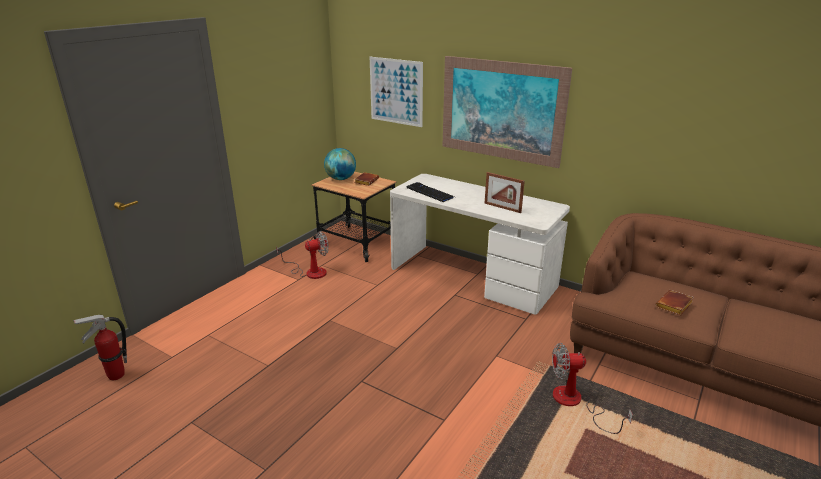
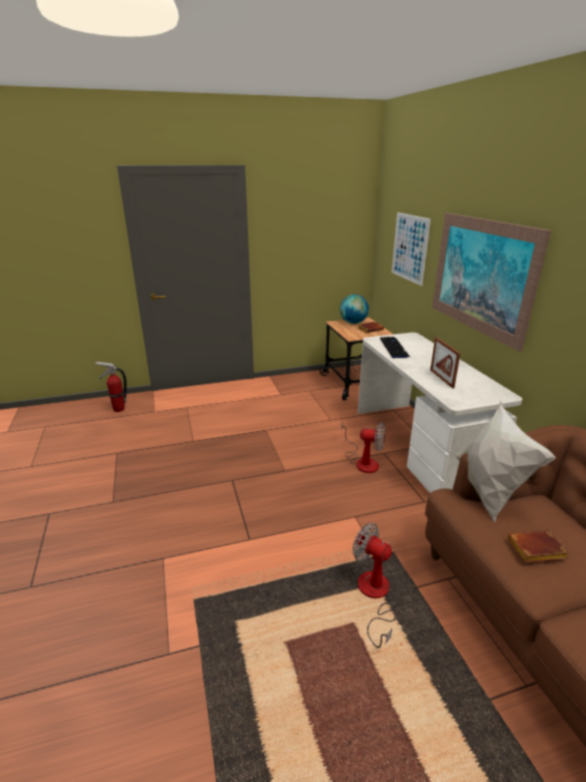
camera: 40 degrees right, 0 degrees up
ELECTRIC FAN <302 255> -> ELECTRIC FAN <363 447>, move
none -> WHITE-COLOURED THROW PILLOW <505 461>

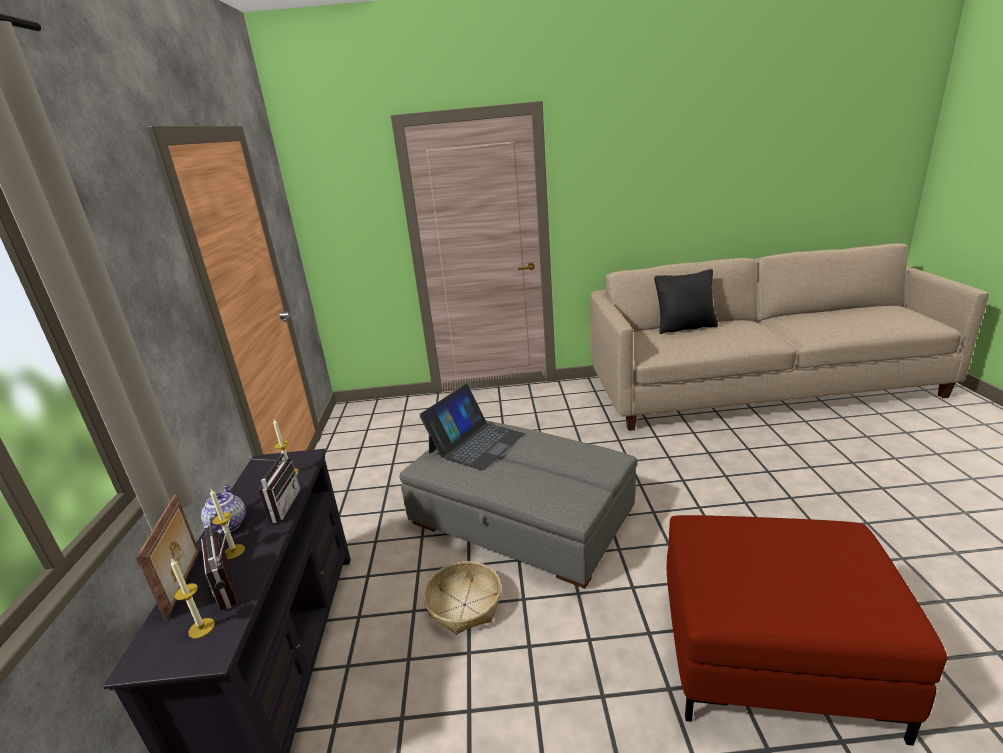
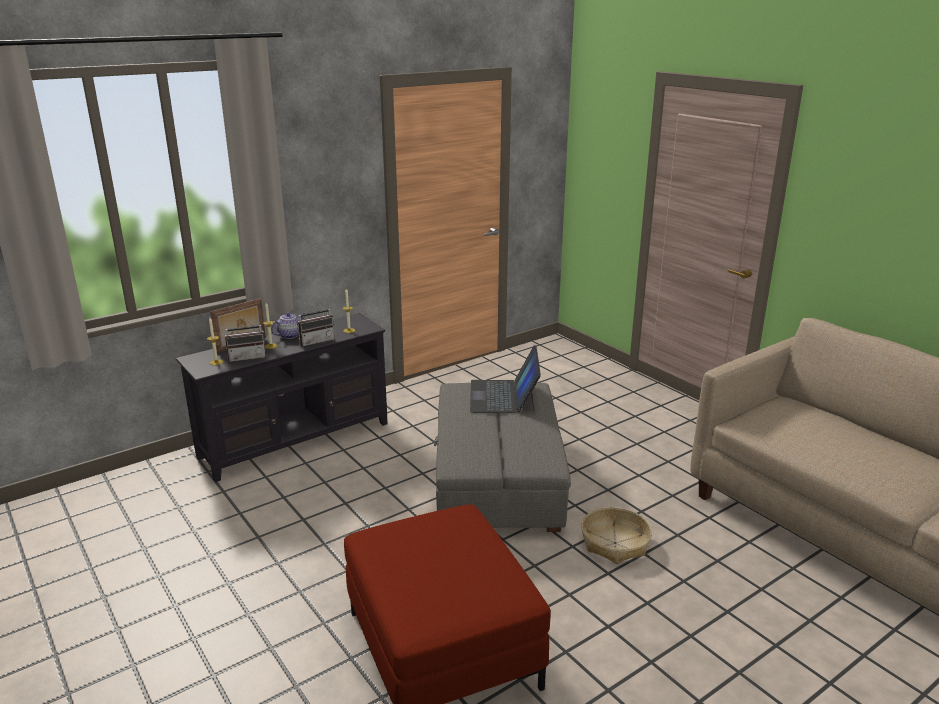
camera: 55 degrees right, 0 degrees up
RADIO SET <219 562> -> RADIO SET <245 338>, 135 degrees counterclockwise
PORTABLE COMPUTER <472 427> -> PORTABLE COMPUTER <505 379>, 90 degrees clockwise
HOUSEHOLD BASKET <462 598> -> HOUSEHOLD BASKET <616 535>, move
BLACK THROW PILLOW <686 301> -> none

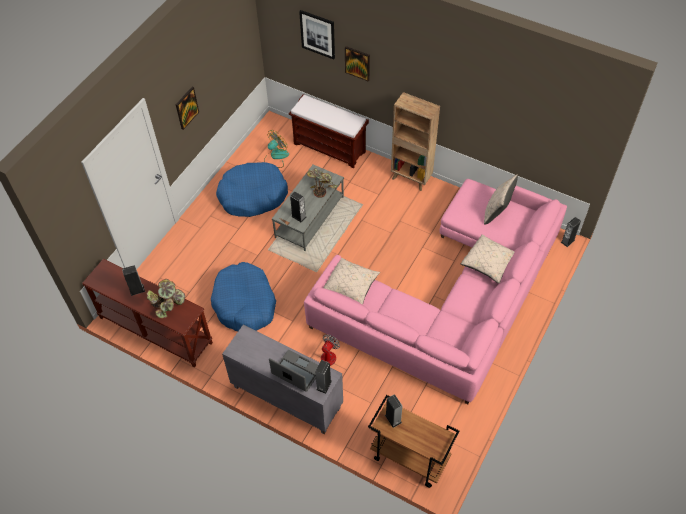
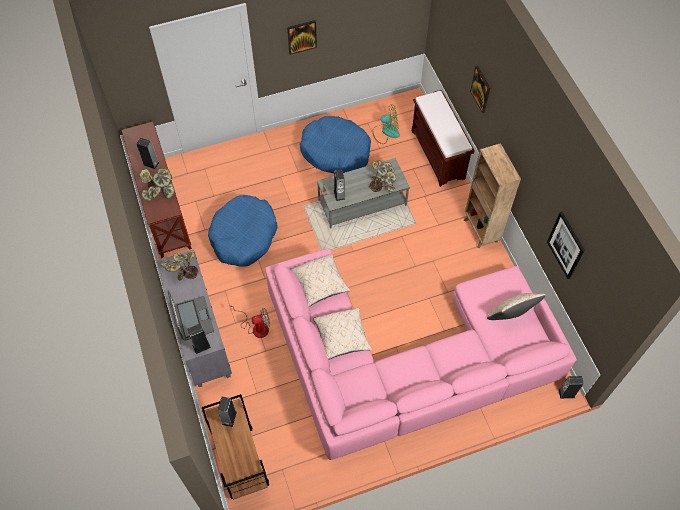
camera: 40 degrees right, 5 degrees up
WALL PICTURE <317 34> -> WALL PICTURE <566 245>, move
BEIGE THROW PILLOW <487 259> -> BEIGE THROW PILLOW <342 334>, move
none -> POTTED PLANT <179 265>

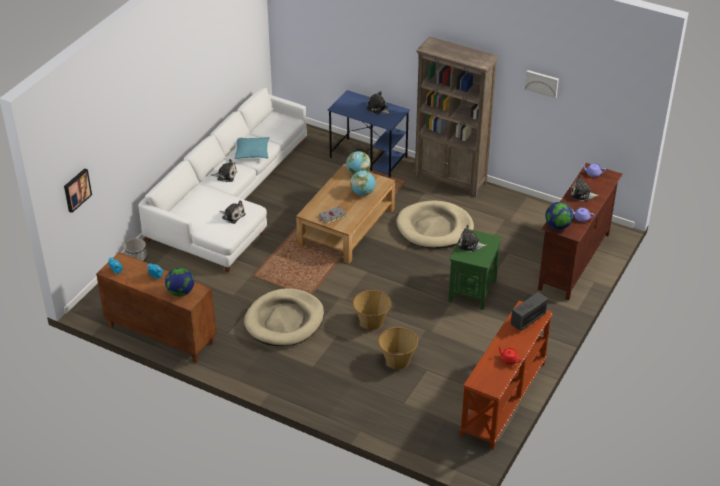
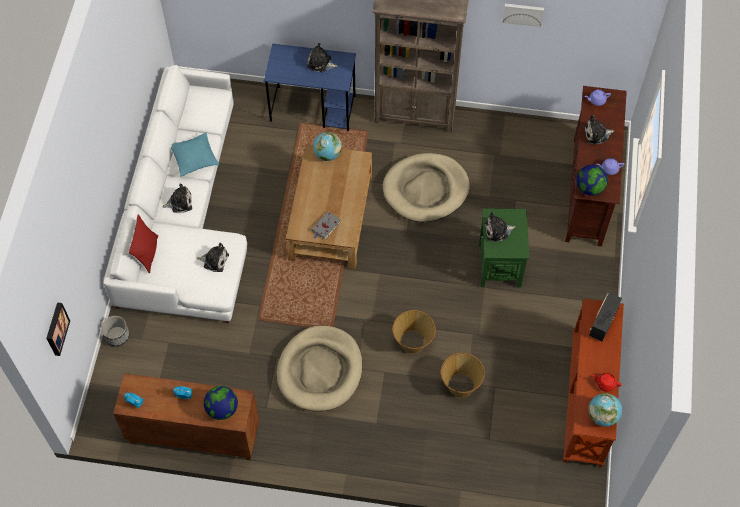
camera: 20 degrees left, 20 degrees up
WORLD GLOBE <362 183> -> WORLD GLOBE <605 410>, move
none -> RED THROW PILLOW <143 243>

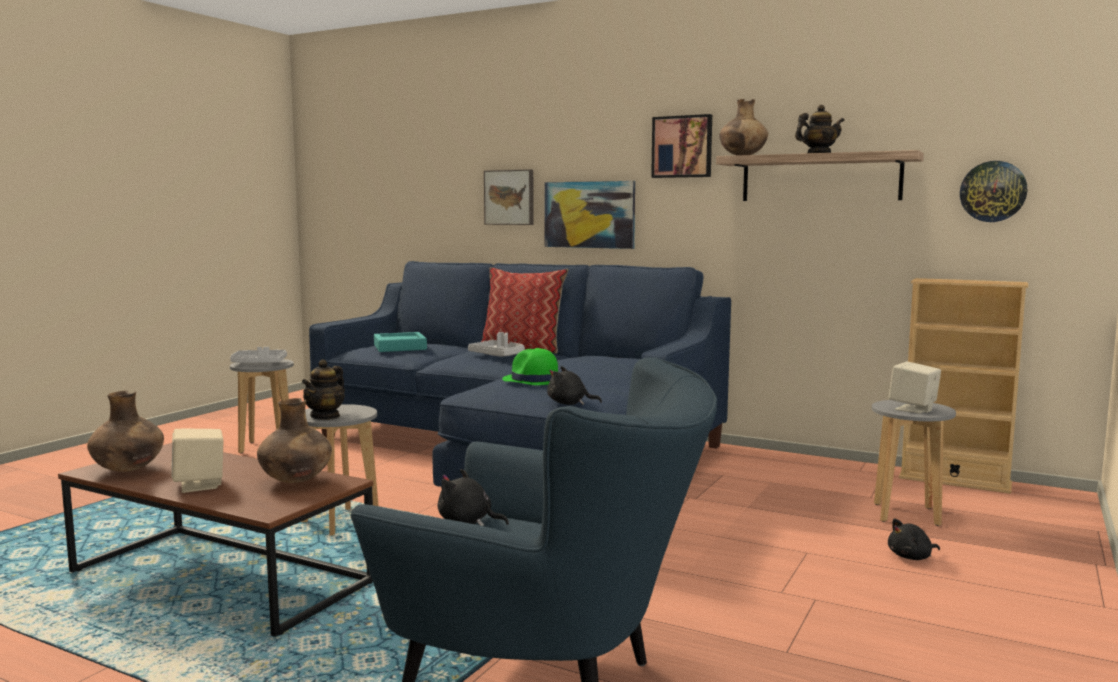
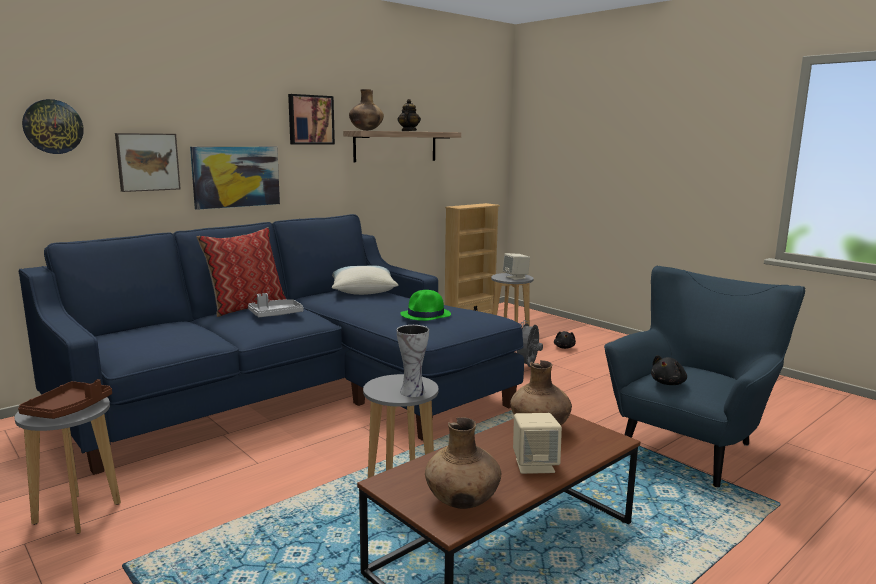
camera: 70 degrees left, 5 degrees up
GREY TRAY <258 356> -> BROWN-COLOURED TRAY <65 399>
POT FOR TEA <323 389> -> VASE <412 361>
TURQUOISE TRAY <400 342> -> none
BLACK SOFT TOY <574 385> -> none
WALL CLOCK <993 191> -> WALL CLOCK <53 126>, move
none -> THROW PILLOW <365 280>
none -> GREY ELECTRIC FAN <529 343>

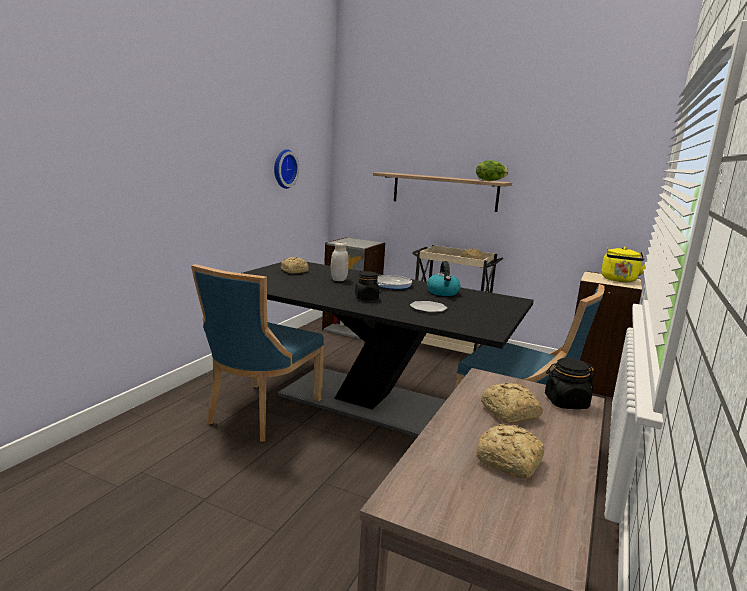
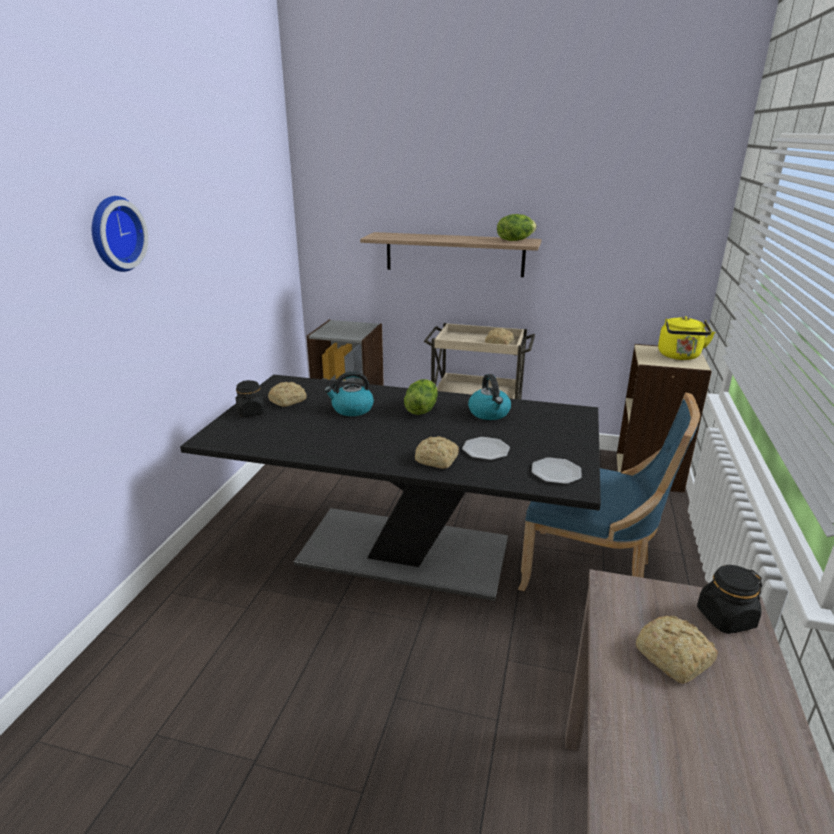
camera: 10 degrees left, 10 degrees up
BLUISH PLAIN CHAIR <257 353> -> none
WALL CLOCK <286 169> -> WALL CLOCK <120 234>, move
WHITE-COLOURED JAR <339 261> -> KETTLE <349 393>
BLACK JAR <367 285> -> BLACK JAR <250 398>, move
FRYING PAN <394 282> -> LETTUCE HEAD <421 397>
BREAD <510 451> -> BREAD <437 452>, move
none -> PLATE <557 470>

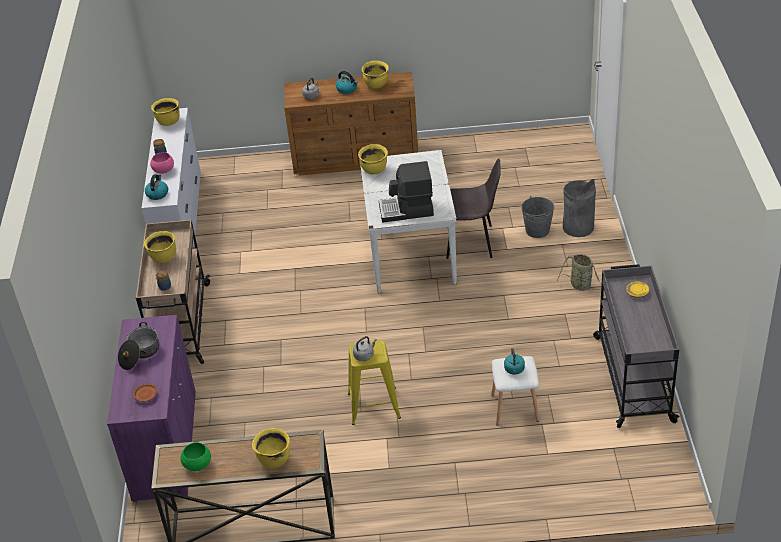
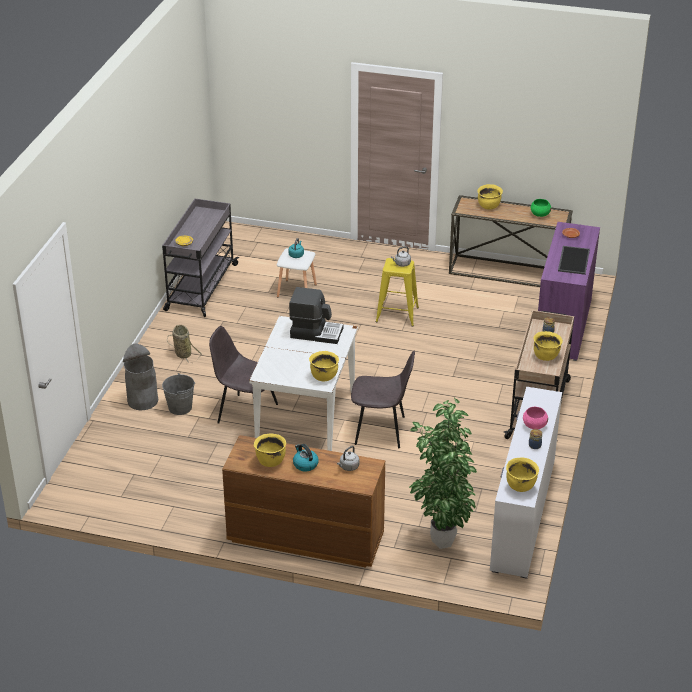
camera: 165 degrees left, 5 degrees down
COOKING POT <138 346> -> TRAY <574 260>
KETTLE <156 187> -> none
none -> GREY PLAIN CHAIR <383 399>
none -> POTTED PLANT <443 473>

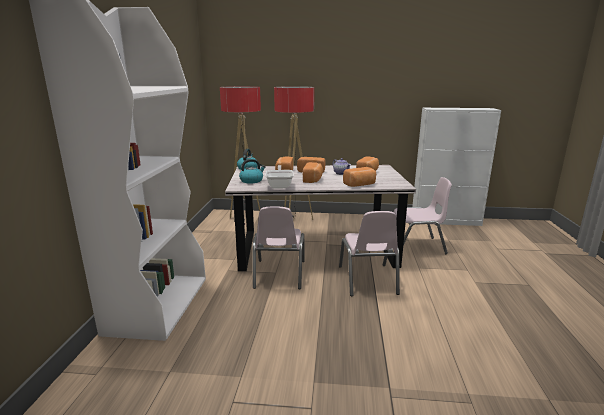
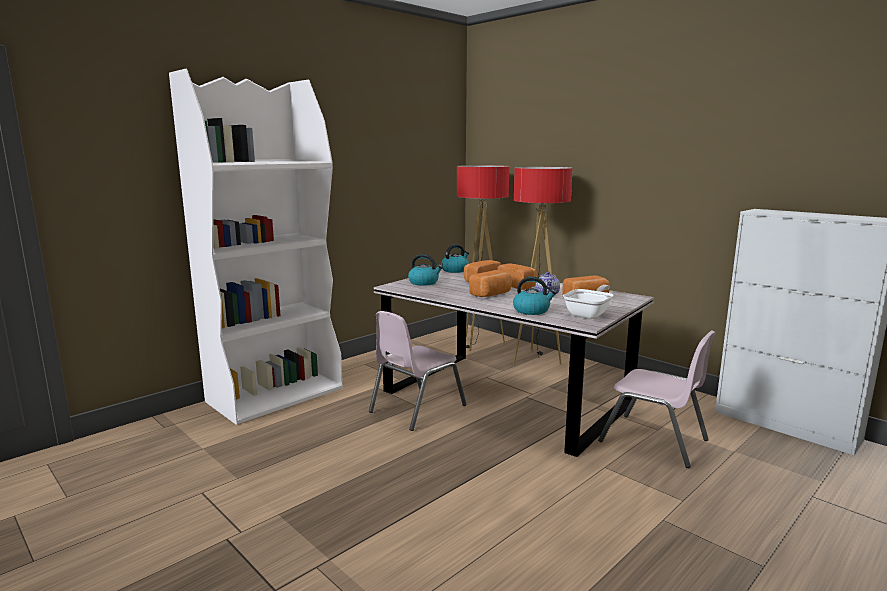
camera: 40 degrees right, 5 degrees down
FRYING PAN <280 177> -> FRYING PAN <588 302>, move
PINK-COLOURED PLAIN CHAIR <369 253> -> none
BREAD <359 177> -> KETTLE <534 296>

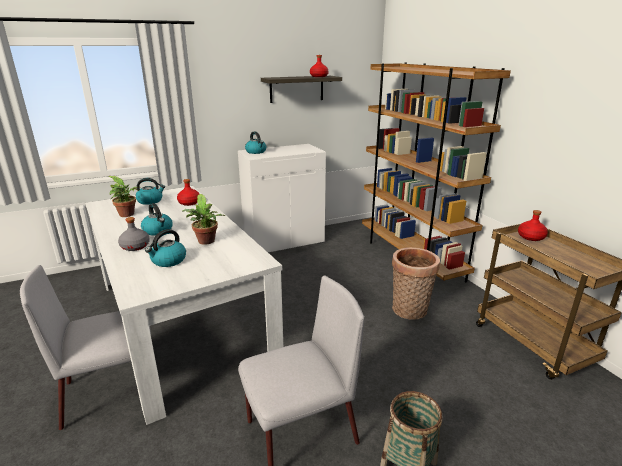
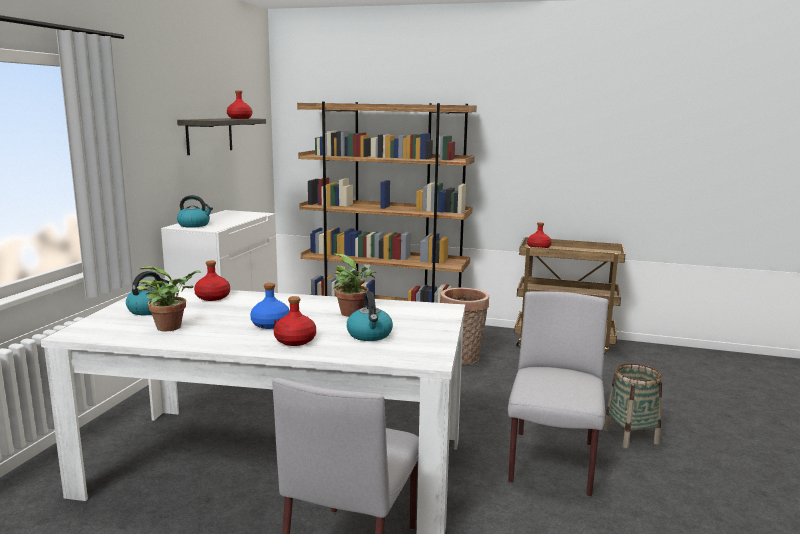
camera: 50 degrees left, 10 degrees down
GREY DRINK BOTTLE <134 234> -> RED DRINK BOTTLE <295 321>
KETTLE <157 219> -> BLUISH DRINK BOTTLE <270 306>

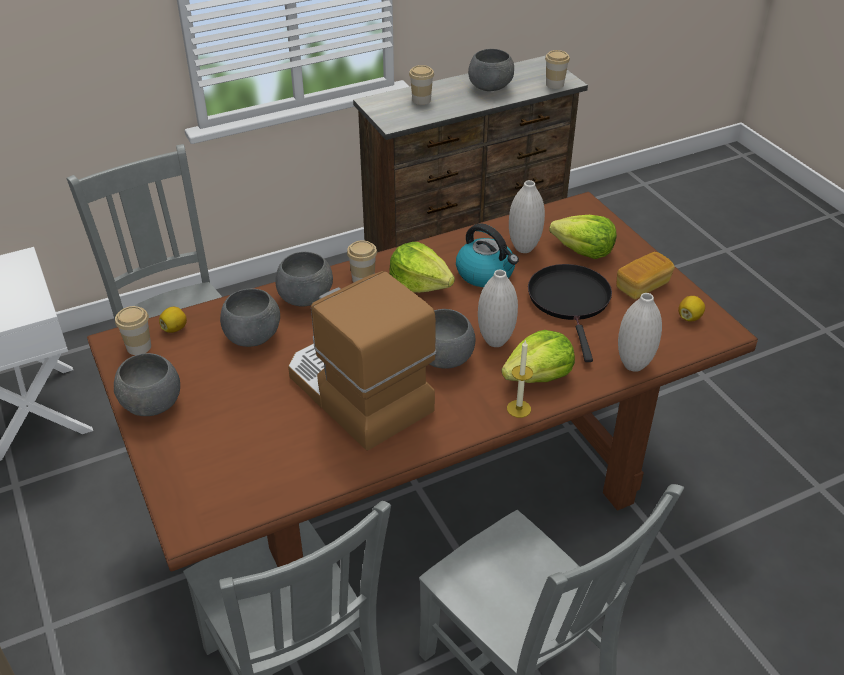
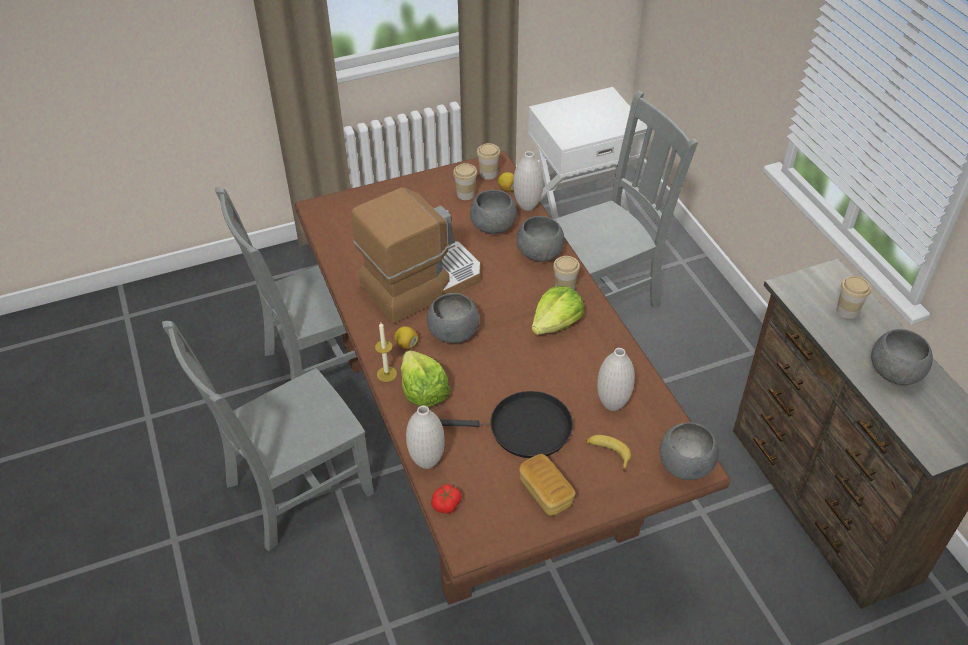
camera: 95 degrees right, 5 degrees up
GREY SERVING BOWL <147 384> -> GREY SERVING BOWL <689 451>, move
KETTLE <487 255> -> none
WHITE-COLOURED VASE <498 308> -> WHITE-COLOURED VASE <528 181>, move
CUP <557 69> -> CUP <465 181>, move
LETTUCE HEAD <583 237> -> WHOLE BANANA <609 453>
CITRUS FRUIT <691 309> -> CITRUS FRUIT <406 337>, move
none -> FRESH TOMATO <446 499>

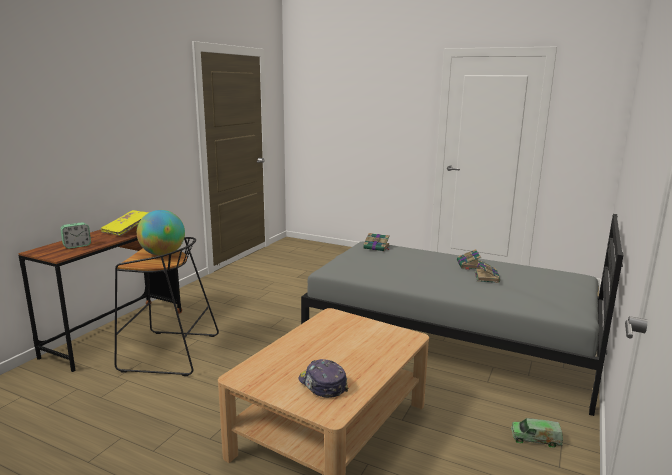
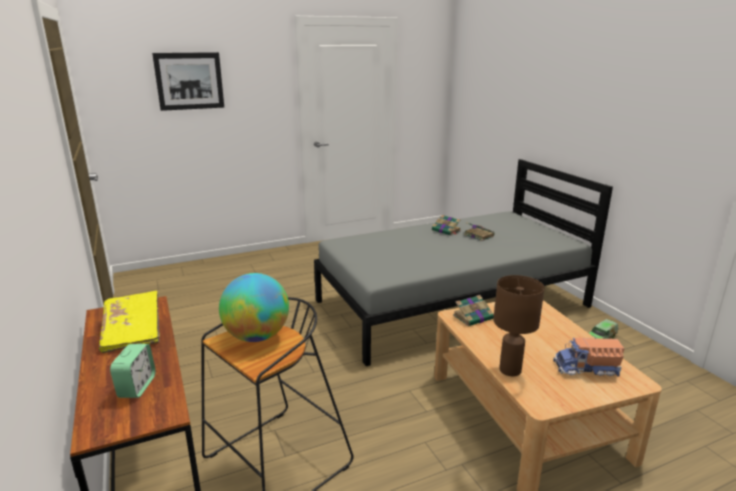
camera: 50 degrees left, 5 degrees up
CAP <323 378> -> TOY TRUCK <589 357>
BOOK <376 242> -> BOOK <473 310>, move
none -> WALL PICTURE <188 81>
none -> BROWN-COLOURED TABLE LAMP <519 325>

